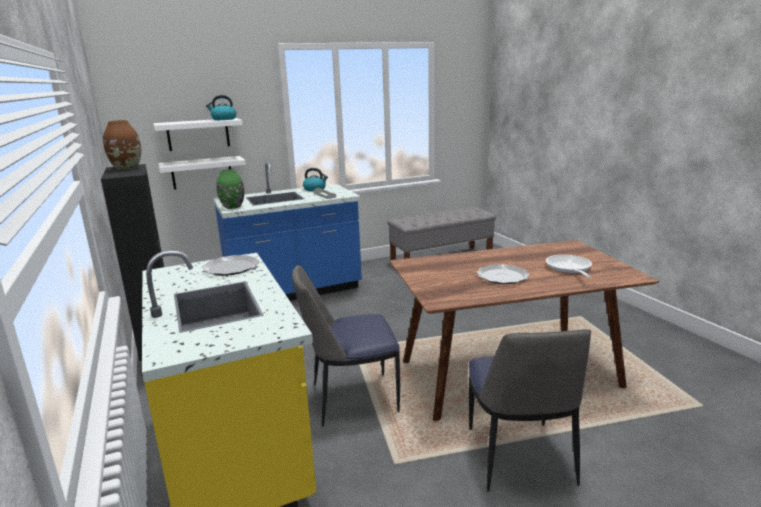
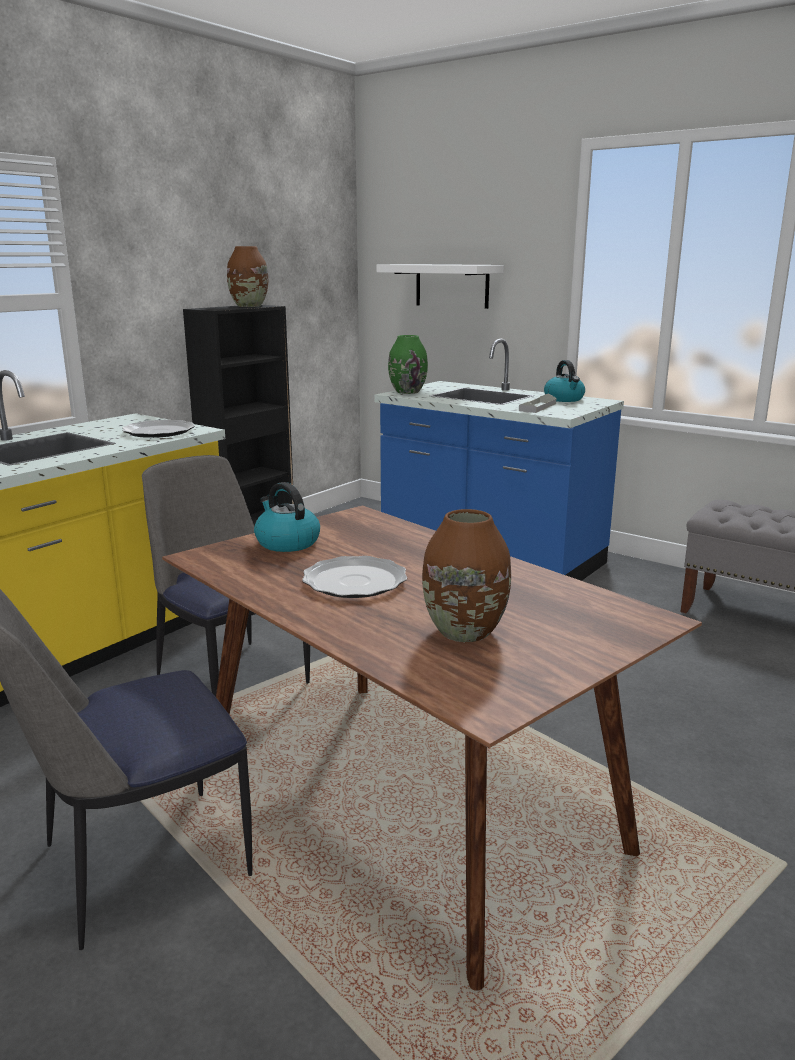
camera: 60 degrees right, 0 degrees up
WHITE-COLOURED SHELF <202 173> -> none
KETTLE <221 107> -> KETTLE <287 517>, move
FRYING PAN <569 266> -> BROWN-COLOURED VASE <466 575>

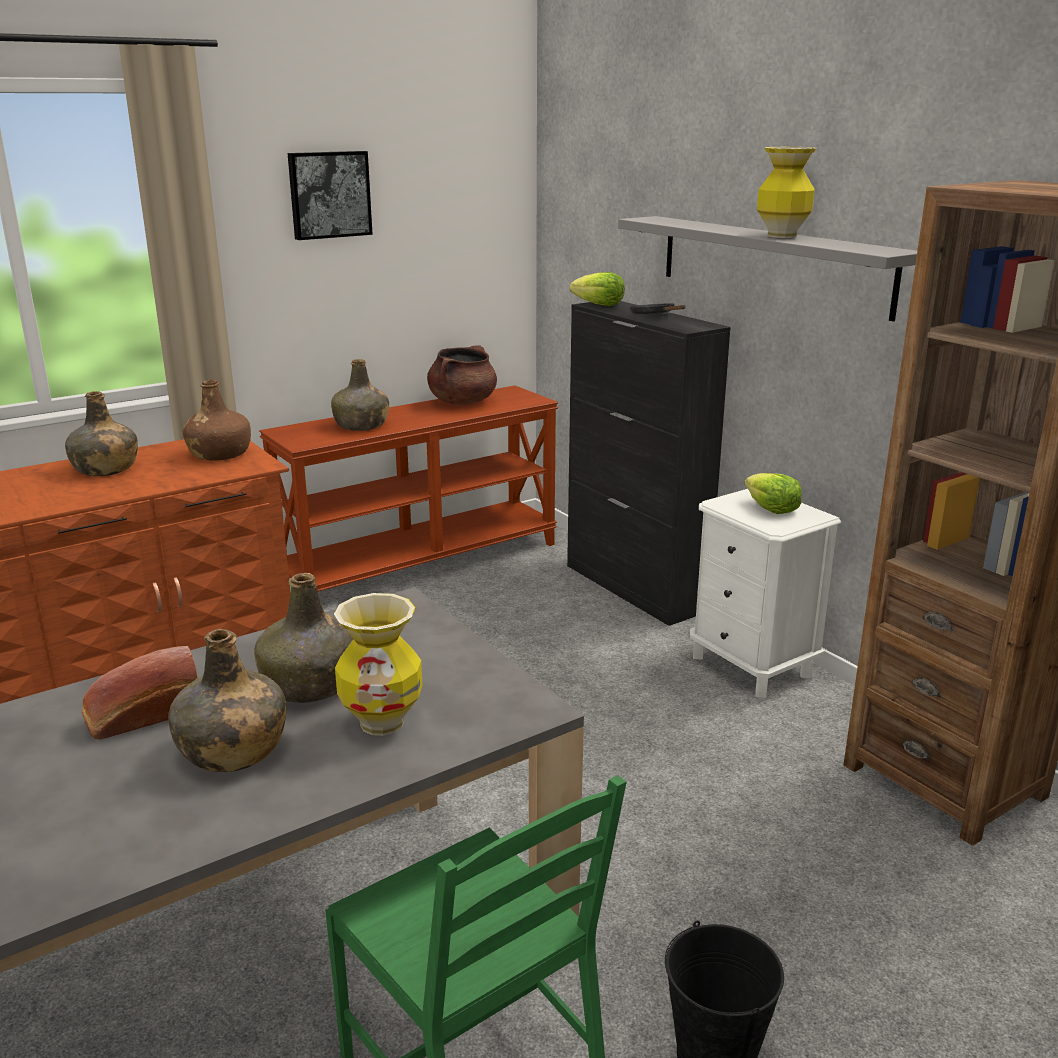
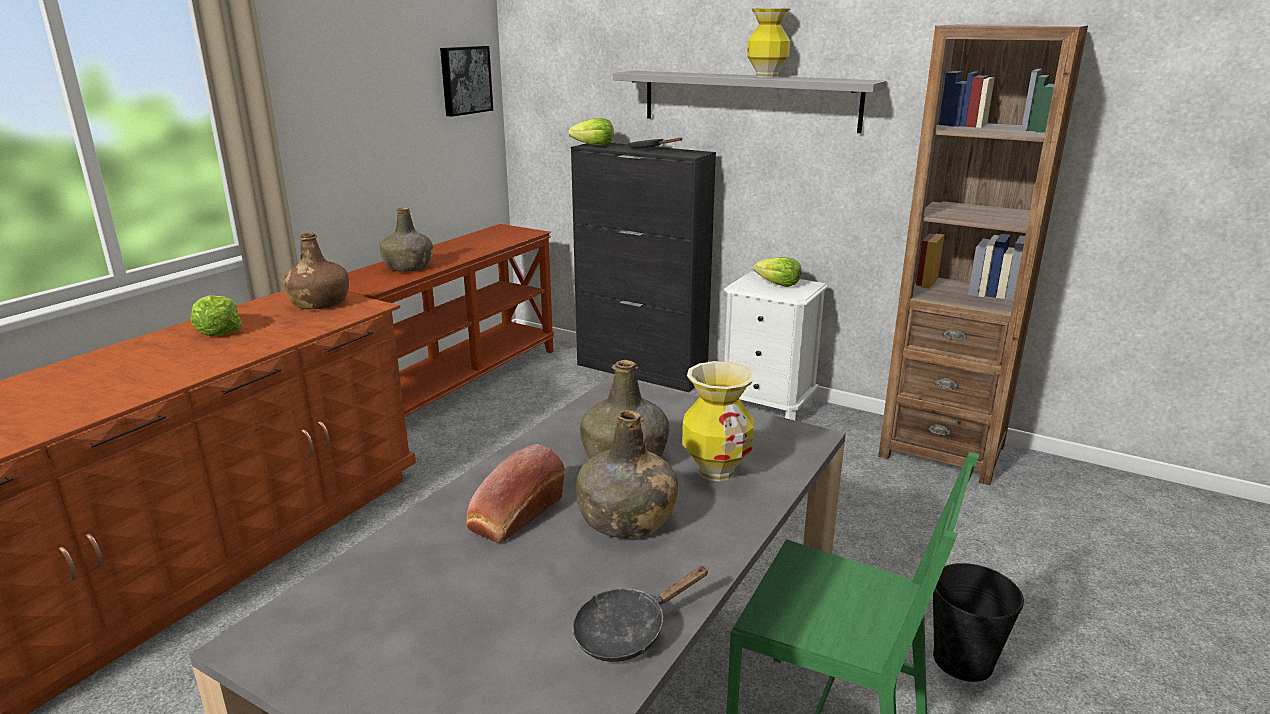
camera: 25 degrees left, 0 degrees up
GREENISH DRINK BOTTLE <101 433> -> LETTUCE HEAD <216 315>
WALL PICTURE <330 195> -> WALL PICTURE <466 81>, move
BROWN-COLOURED COOKING POT <462 375> -> none
none -> BLACK FRYING PAN <640 614>

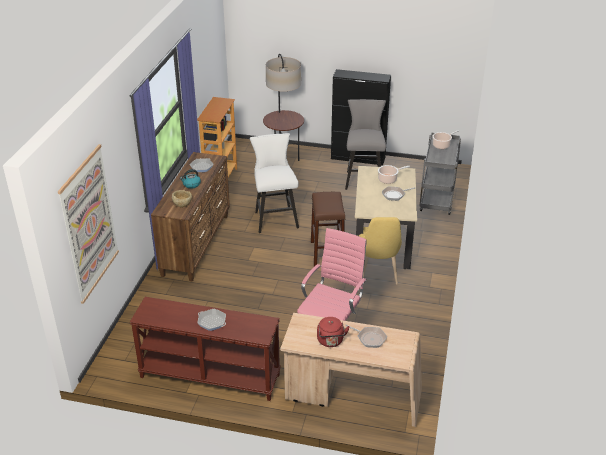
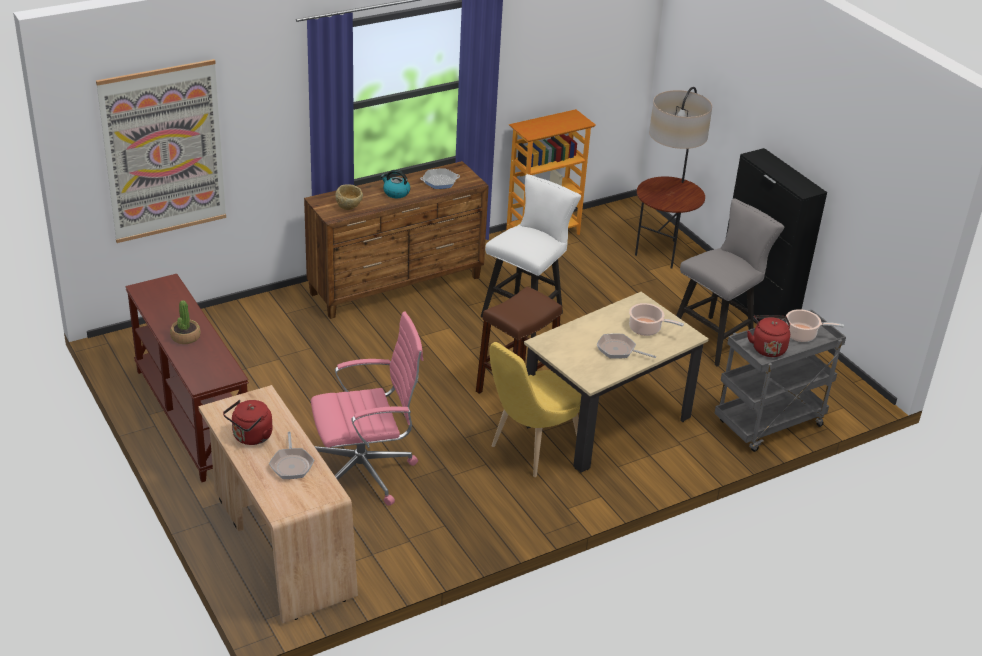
camera: 45 degrees right, 0 degrees up
FRYING PAN <212 320> -> POTTED PLANT <185 322>
none -> RED KETTLE <768 336>

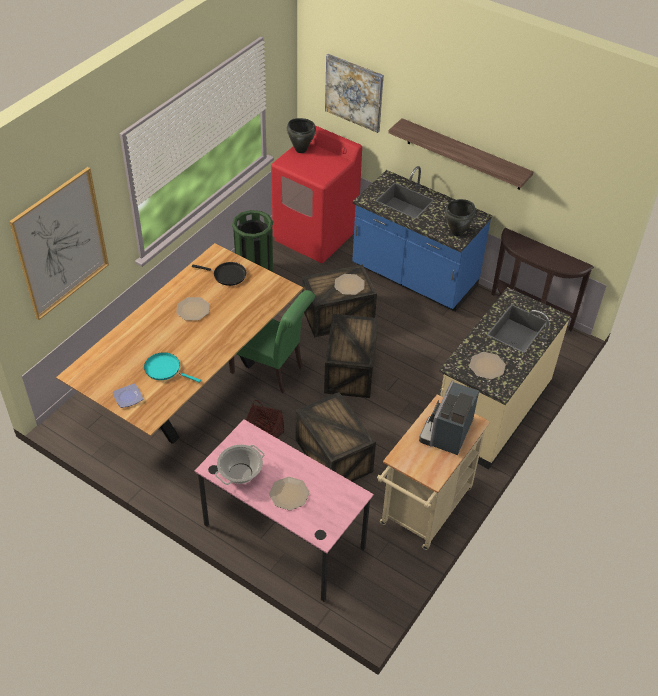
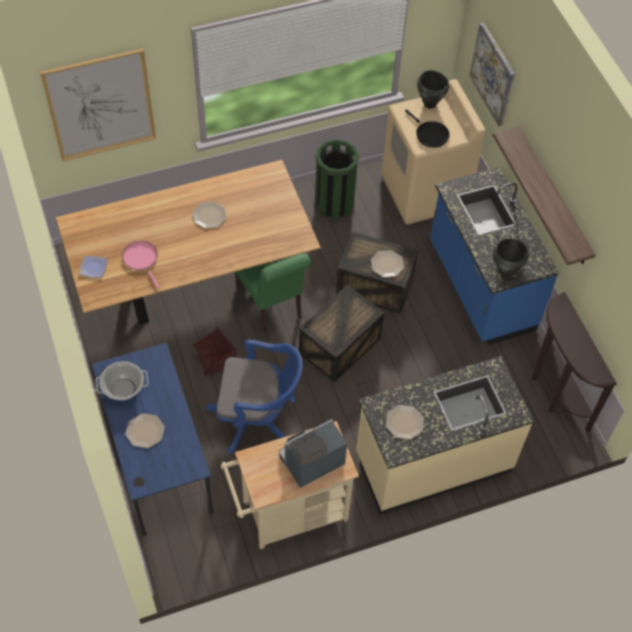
camera: 35 degrees right, 10 degrees up
TURQUOISE FRYING PAN <172 367> -> PINK-COLOURED FRYING PAN <140 264>
BLACK FRYING PAN <219 274> -> BLACK FRYING PAN <427 128>, move
PINK-COLOURED DESK UNIT <284 510> -> BLUISH DESK UNIT <153 439>
RED LAUNDRY APPLIANCE <316 194> -> BEIGE LAUNDRY APPLIANCE <433 151>
PACKING CRATE <336 437> -> BLUISH DESK CHAIR <254 396>

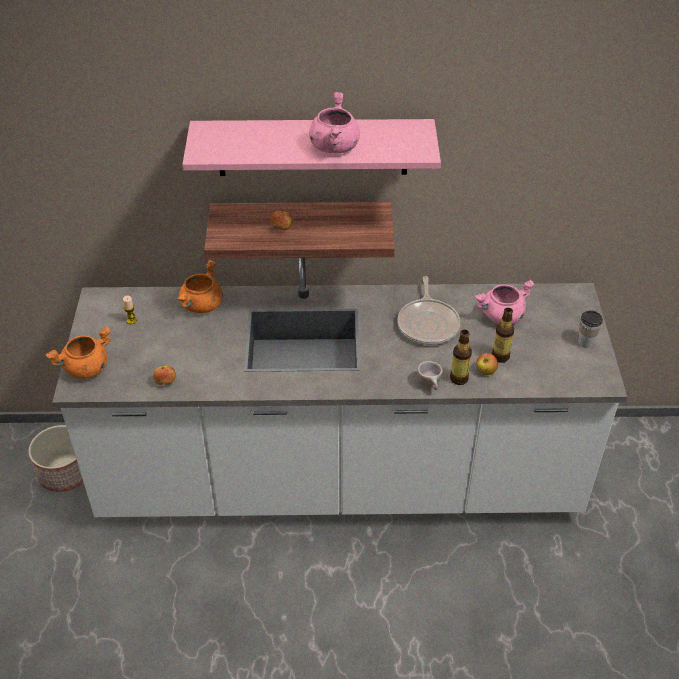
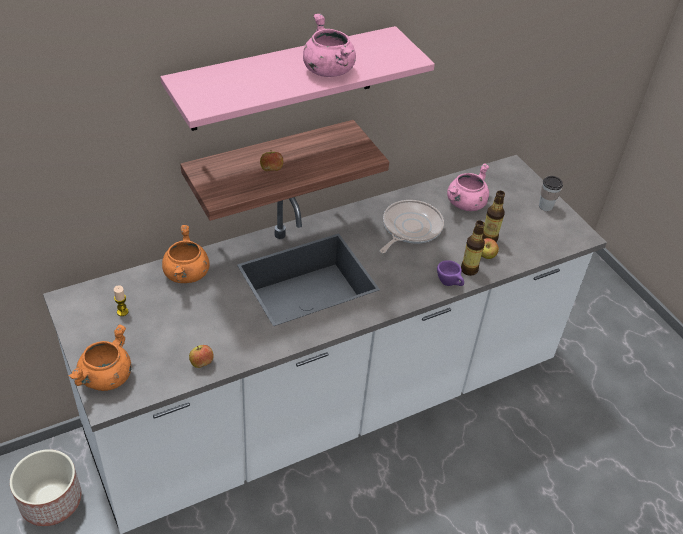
camera: 30 degrees left, 0 degrees up
FRYING PAN <428 310> -> FRYING PAN <412 226>, 120 degrees counterclockwise
BEIGE CUP <430 375> -> PURPLISH CUP <450 273>

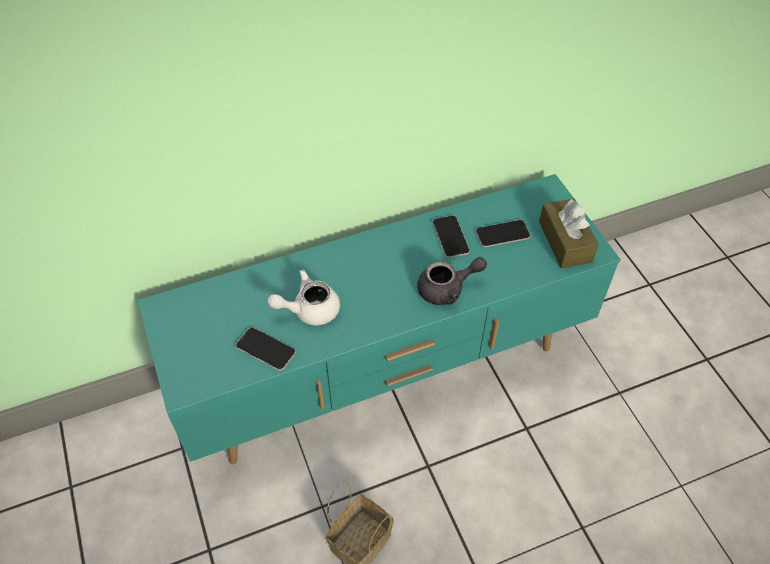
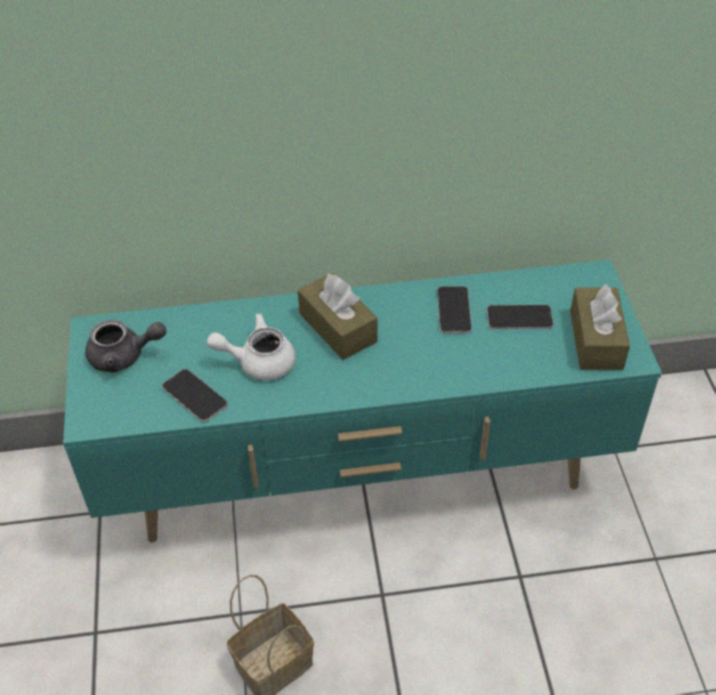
camera: 15 degrees right, 5 degrees down
GREY POT FOR TEA <452 281> -> GREY POT FOR TEA <125 346>, move
none -> BROWN-COLOURED TISSUE HOLDER <338 316>

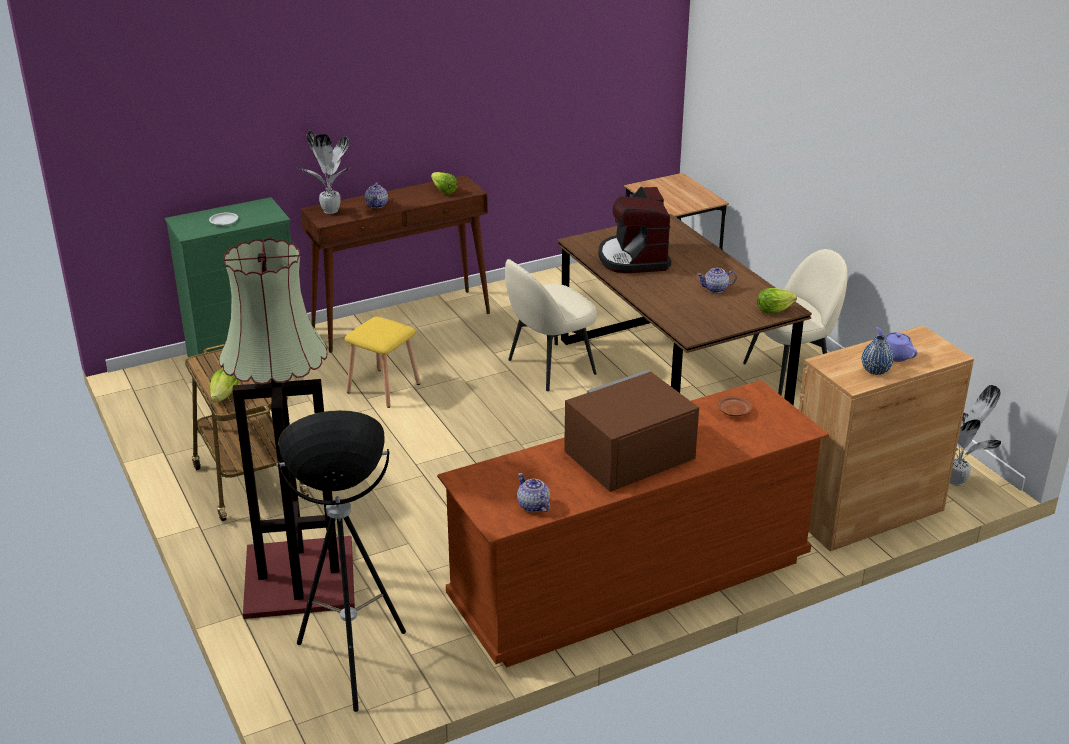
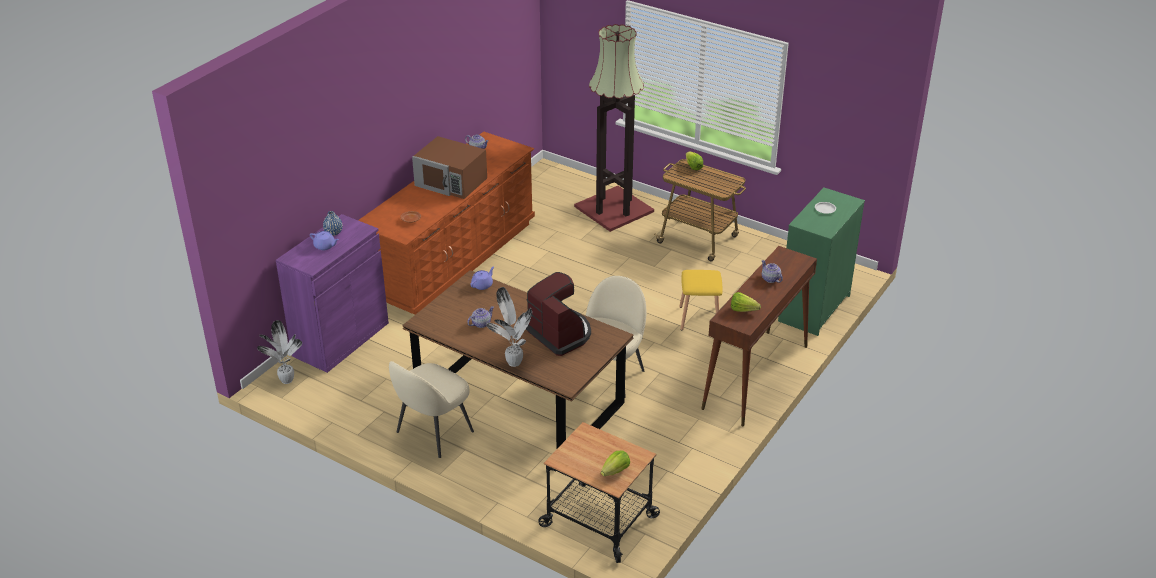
camera: 150 degrees right, 5 degrees up
FLOOR LAMP <341 561> -> none
POTTED PLANT <323 172> -> POTTED PLANT <509 327>, move
BROWN-COLOURED KITCHEN MICROWAVE <631 431> -> BROWN-COLOURED KITCHEN MICROWAVE <449 167>, 90 degrees clockwise
LETTUCE HEAD <777 301> -> LETTUCE HEAD <615 463>, move
BROWN-COLOURED CUPBOARD <886 438> -> PURPLISH CUPBOARD <332 293>
none -> PURPLISH POT FOR TEA <482 278>

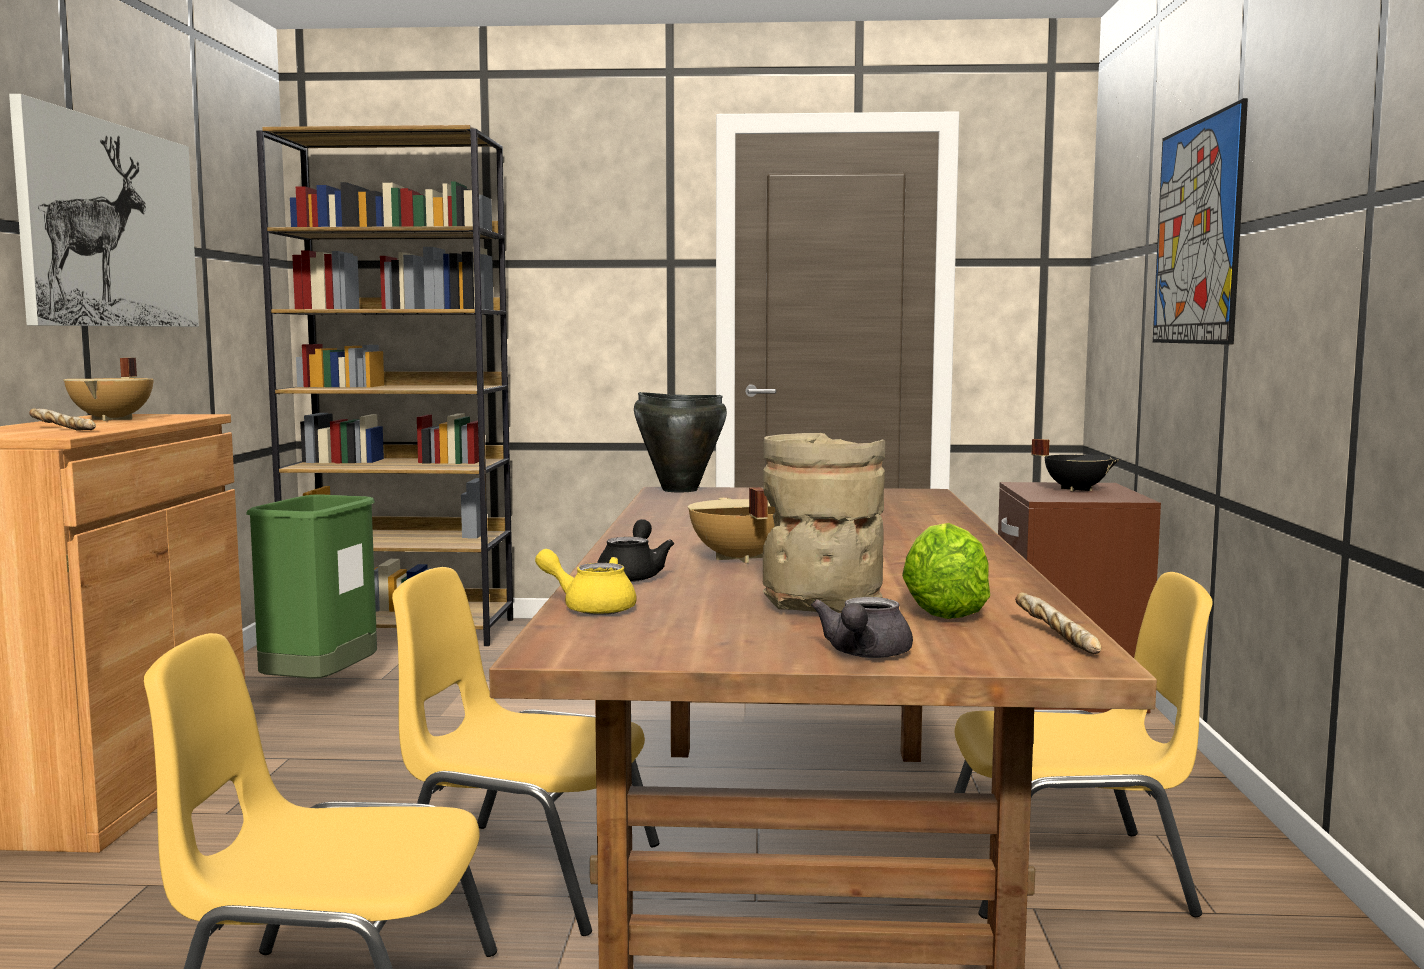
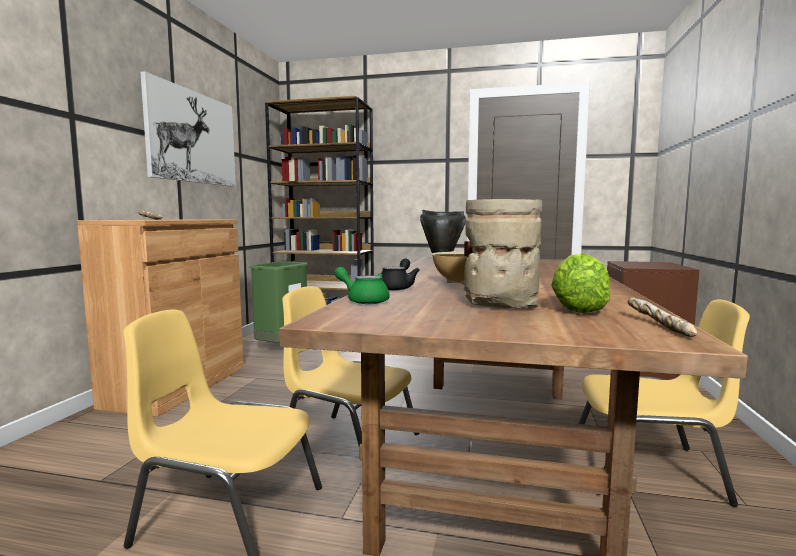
camera: 10 degrees right, 0 degrees up
BEIGE COOKING POT <108 389> -> none
YELLOW POT FOR TEA <585 582> -> GREENISH POT FOR TEA <362 285>
GREY POT FOR TEA <862 627> -> none
BLACK COOKING POT <1075 465> -> none
WALL PICTURE <1200 221> -> none

